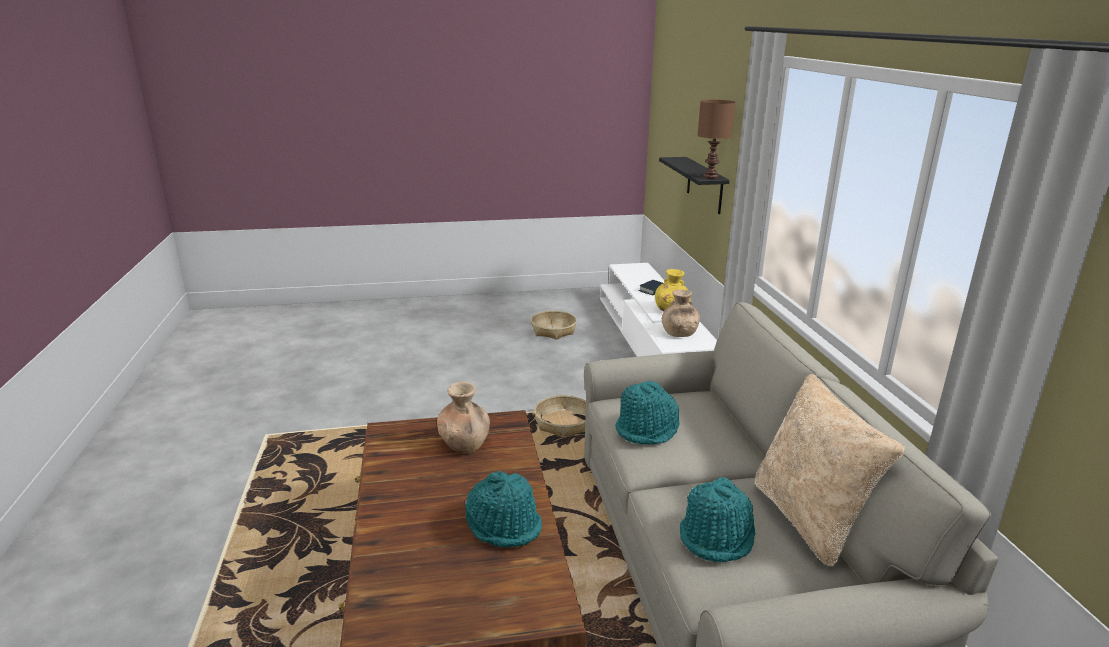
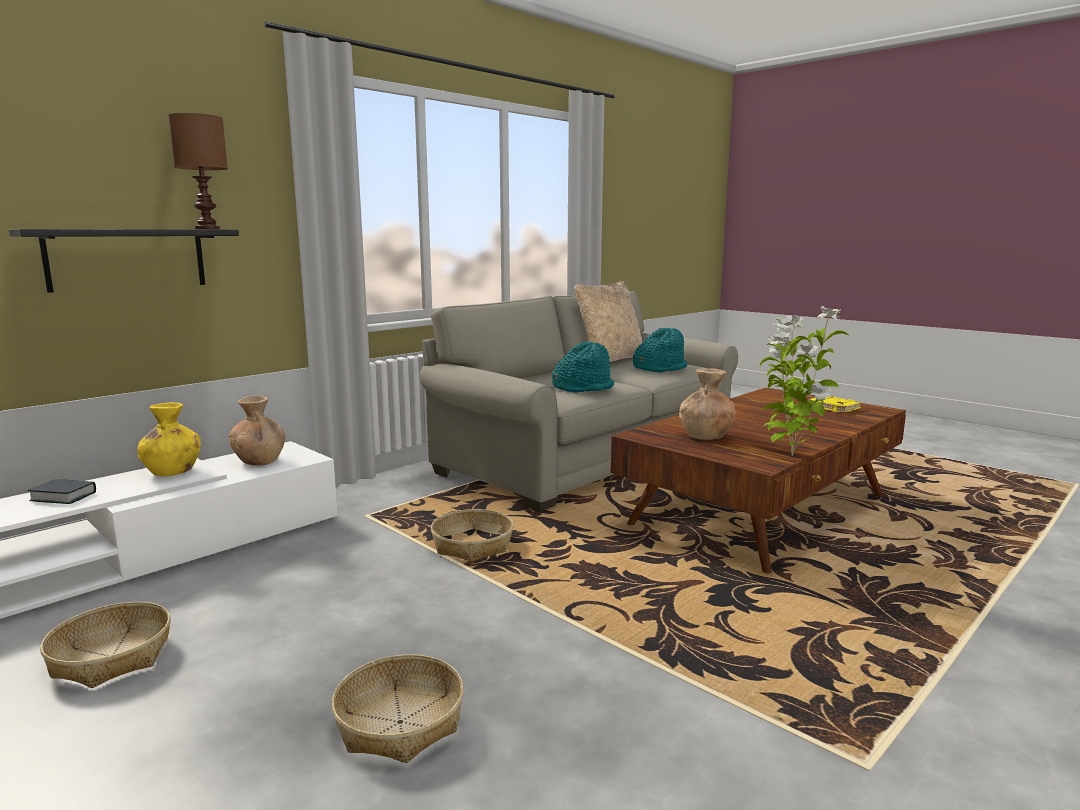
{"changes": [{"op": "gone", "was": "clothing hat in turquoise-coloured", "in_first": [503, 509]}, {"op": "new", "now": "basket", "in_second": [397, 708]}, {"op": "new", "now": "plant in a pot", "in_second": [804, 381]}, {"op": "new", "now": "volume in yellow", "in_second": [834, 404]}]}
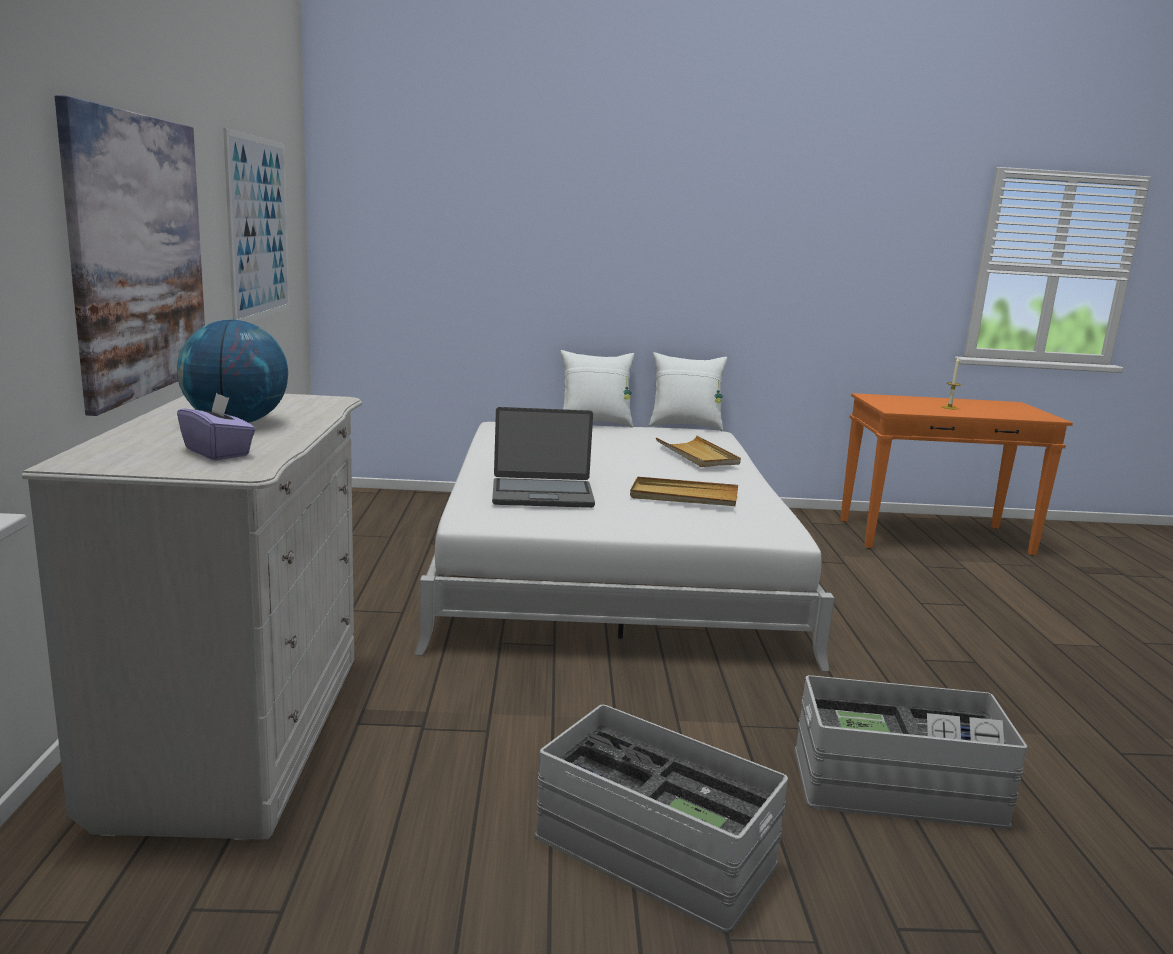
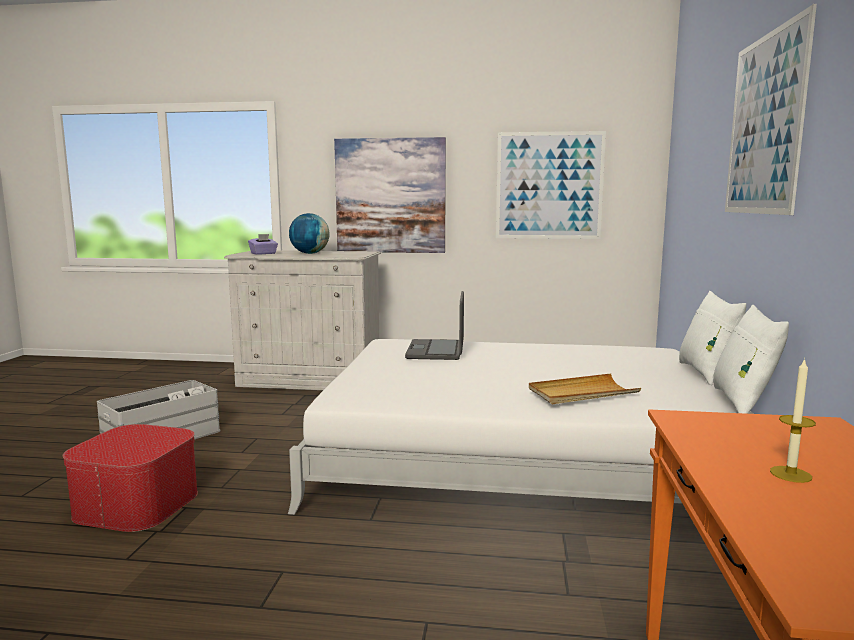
{"changes": [{"op": "gone", "was": "carrying tray in beige-coloured", "in_first": [684, 491]}, {"op": "swapped", "was": "storage container in gray", "now": "ottoman", "in_first": [910, 752], "in_second": [130, 478]}, {"op": "new", "now": "wall picture", "in_second": [771, 109]}]}
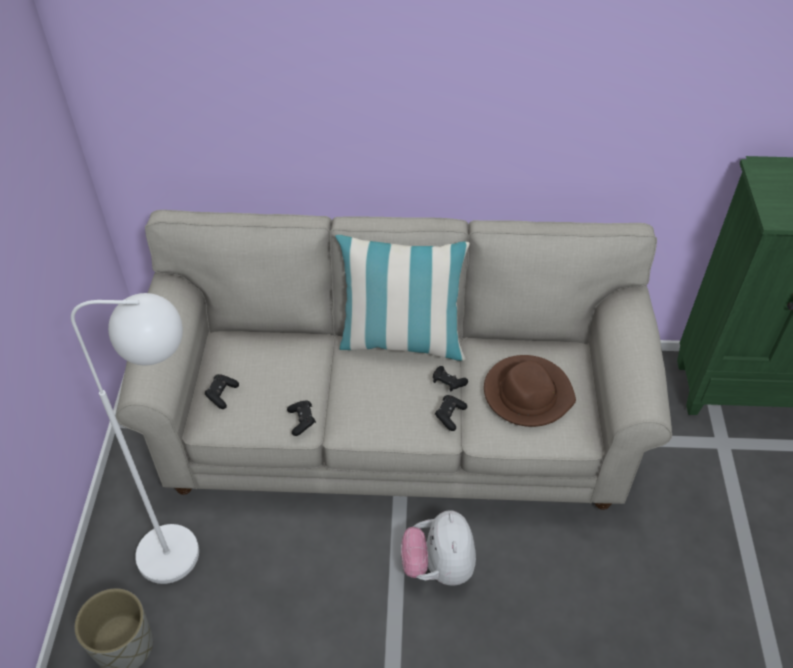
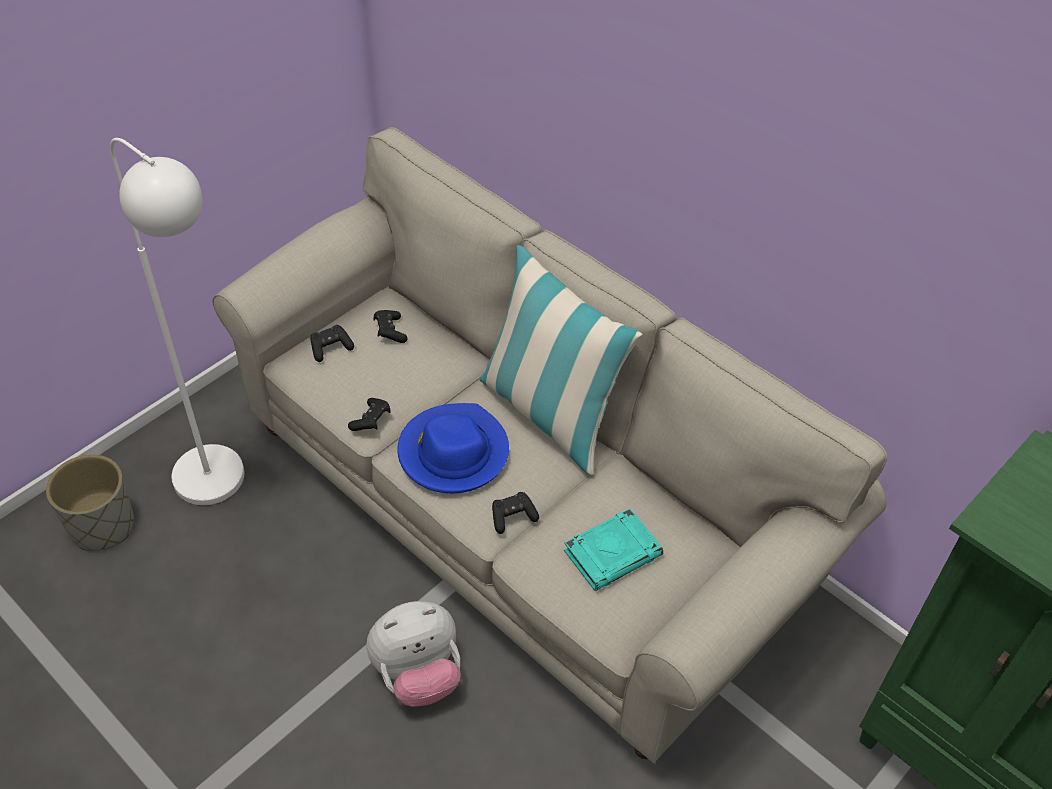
{"changes": [{"op": "rotated", "was": "plush toy", "in_first": [438, 548], "in_second": [413, 654], "clockwise": -150}, {"op": "shifted", "was": "game controller in black-coloured", "in_first": [450, 378], "in_second": [390, 326]}, {"op": "swapped", "was": "clothing hat in brown-coloured", "now": "volume in turquoise-coloured", "in_first": [530, 391], "in_second": [613, 550]}, {"op": "new", "now": "clothing hat in blue-coloured", "in_second": [453, 448]}]}
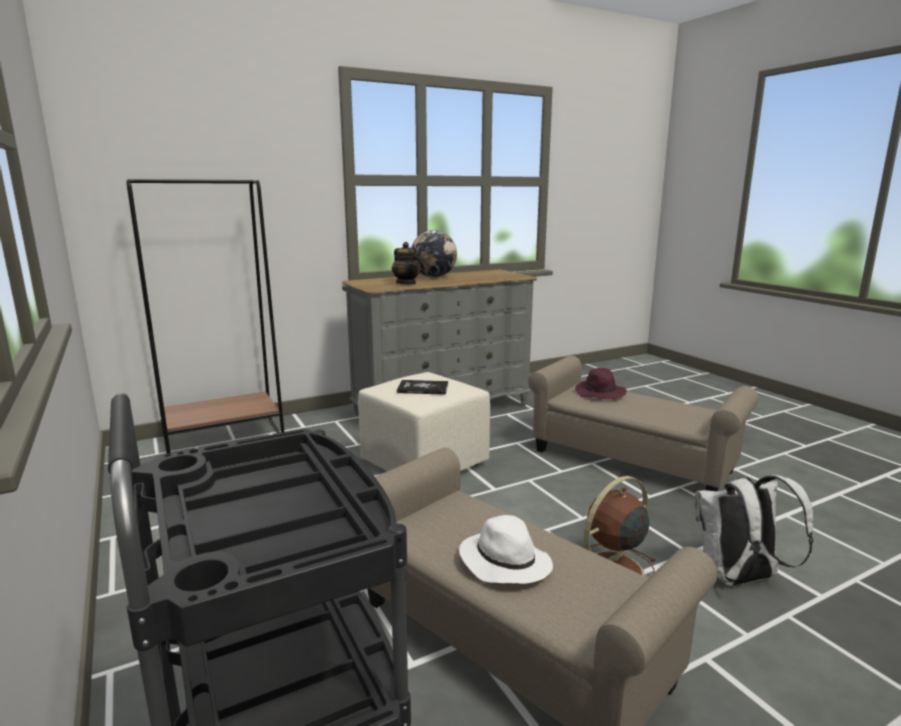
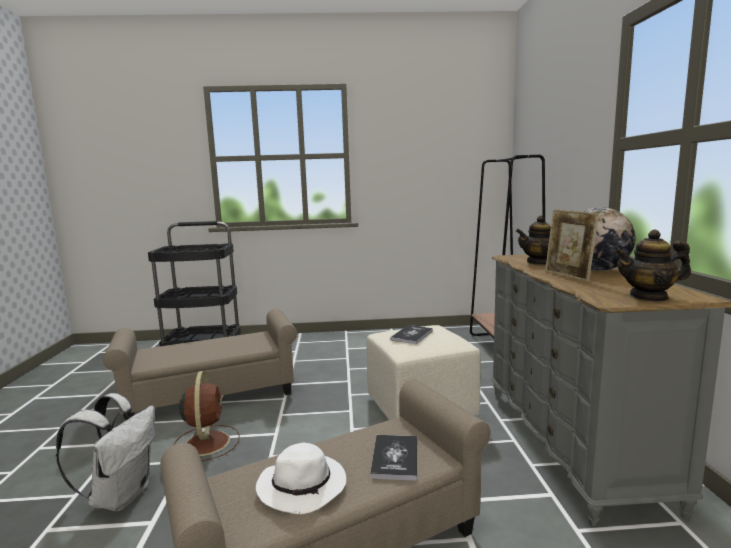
{"changes": [{"op": "shifted", "was": "clothing hat in whitish", "in_first": [506, 549], "in_second": [301, 478]}, {"op": "swapped", "was": "clothing hat in purplish", "now": "volume", "in_first": [601, 383], "in_second": [393, 458]}, {"op": "new", "now": "photo frame", "in_second": [572, 245]}, {"op": "new", "now": "tea pot", "in_second": [652, 265]}]}
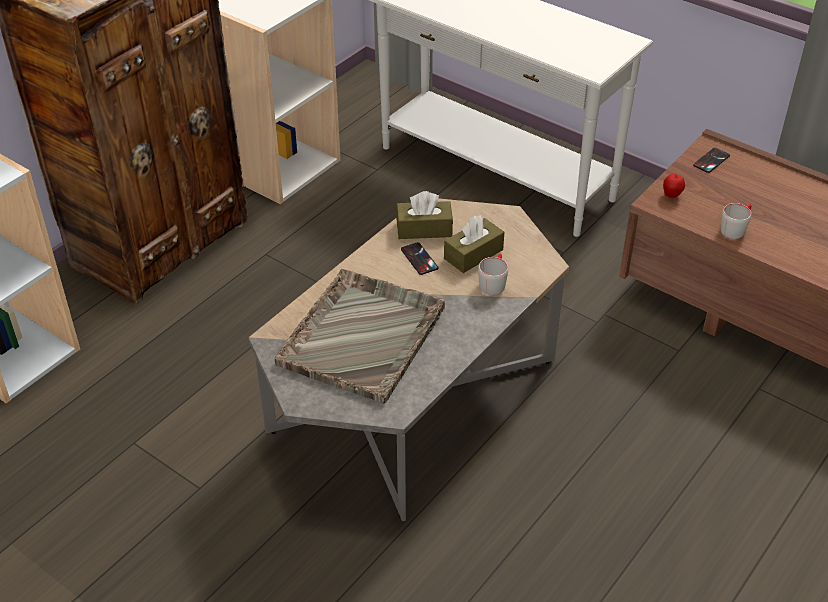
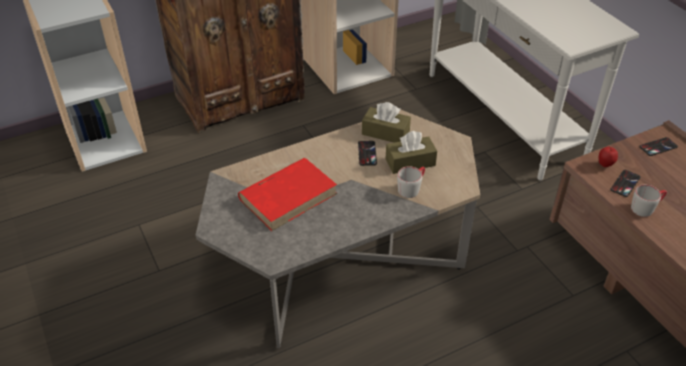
{"changes": [{"op": "swapped", "was": "carrying tray in gray", "now": "volume in red-coloured", "in_first": [360, 336], "in_second": [287, 194]}, {"op": "new", "now": "phone", "in_second": [625, 183]}]}
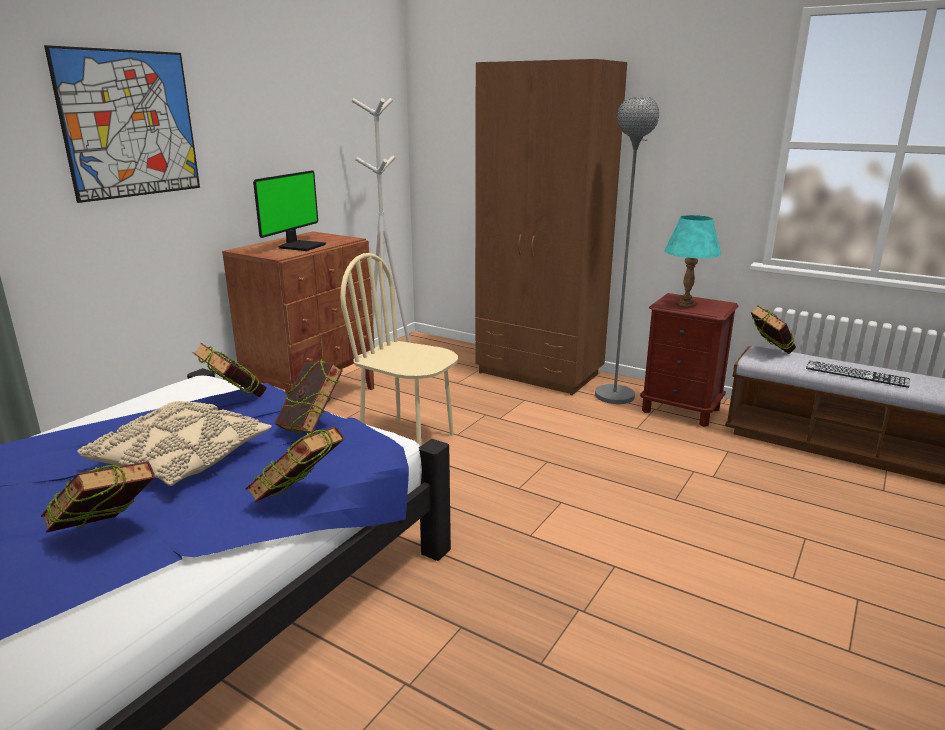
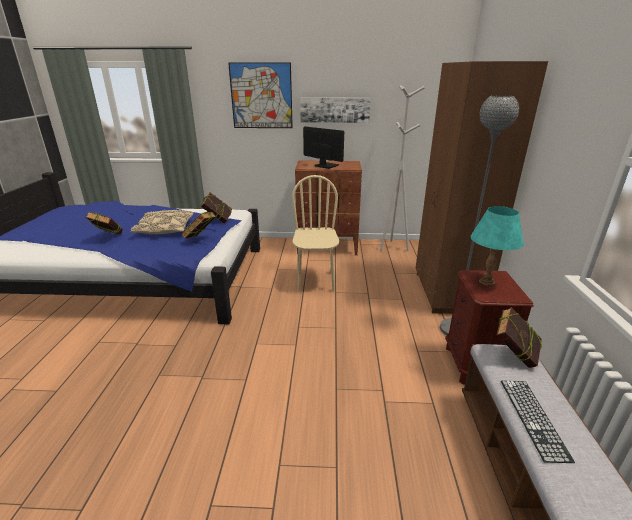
{"changes": [{"op": "gone", "was": "volume", "in_first": [294, 464]}, {"op": "rotated", "was": "computer display", "in_first": [289, 210], "in_second": [323, 147], "clockwise": -135}, {"op": "new", "now": "wall picture", "in_second": [335, 110]}]}
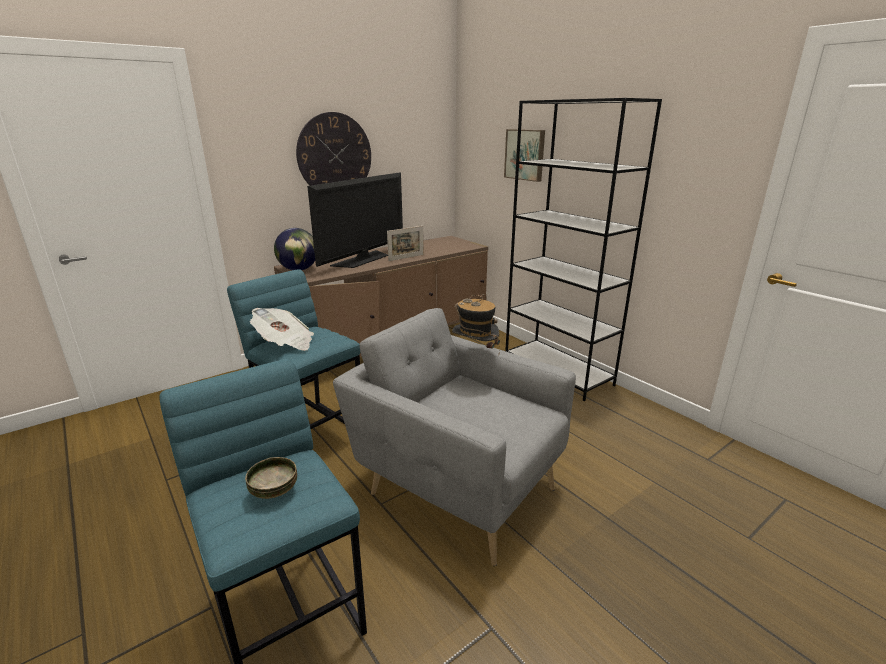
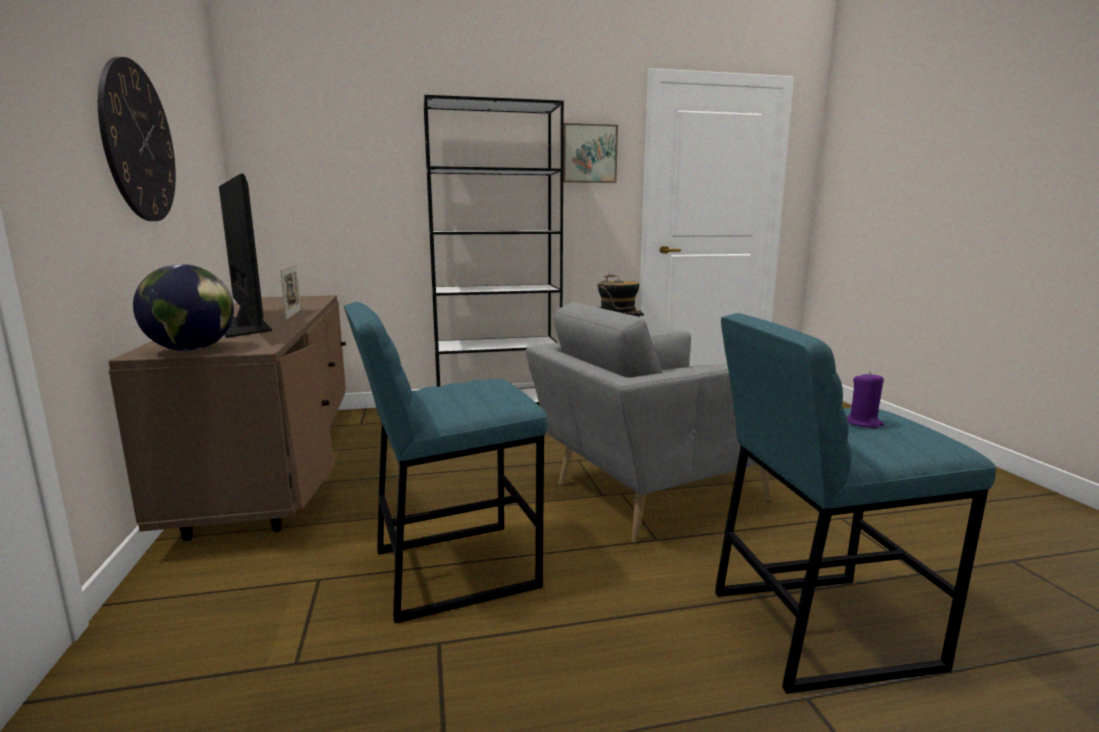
{"changes": [{"op": "swapped", "was": "deep dish", "now": "wax light in purplish", "in_first": [271, 478], "in_second": [865, 400]}, {"op": "gone", "was": "newspaper", "in_first": [282, 329]}, {"op": "shifted", "was": "wall picture", "in_first": [524, 155], "in_second": [590, 153]}]}
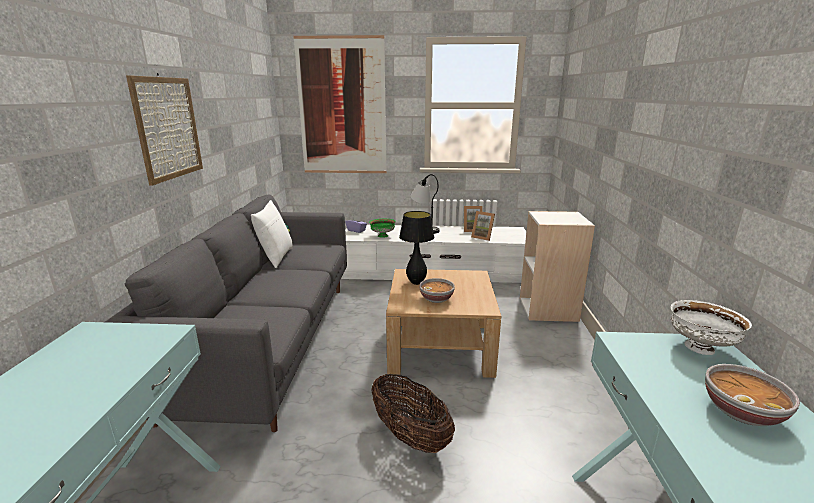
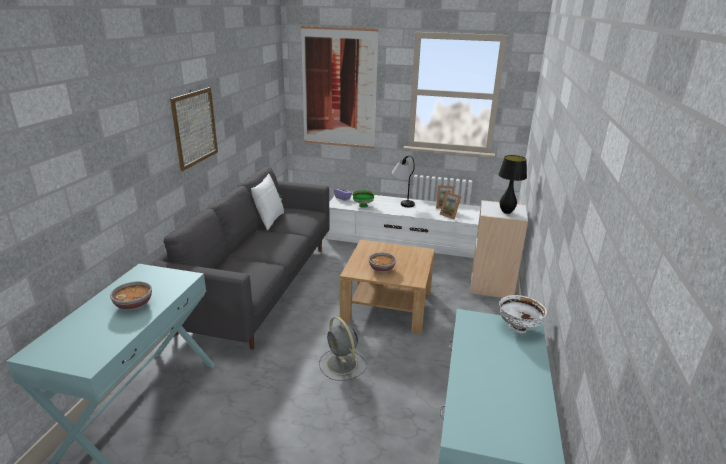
{"changes": [{"op": "swapped", "was": "basket", "now": "electric fan in gray", "in_first": [413, 413], "in_second": [343, 349]}, {"op": "shifted", "was": "tabletop lamp in black-coloured", "in_first": [416, 248], "in_second": [512, 184]}, {"op": "shifted", "was": "deep dish", "in_first": [752, 395], "in_second": [131, 295]}]}
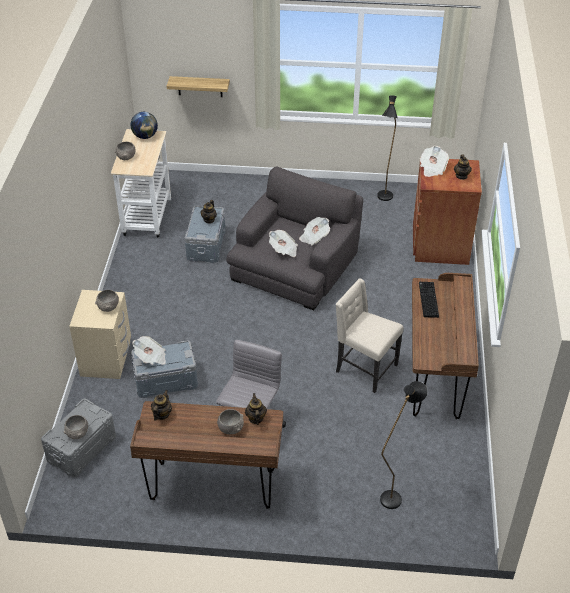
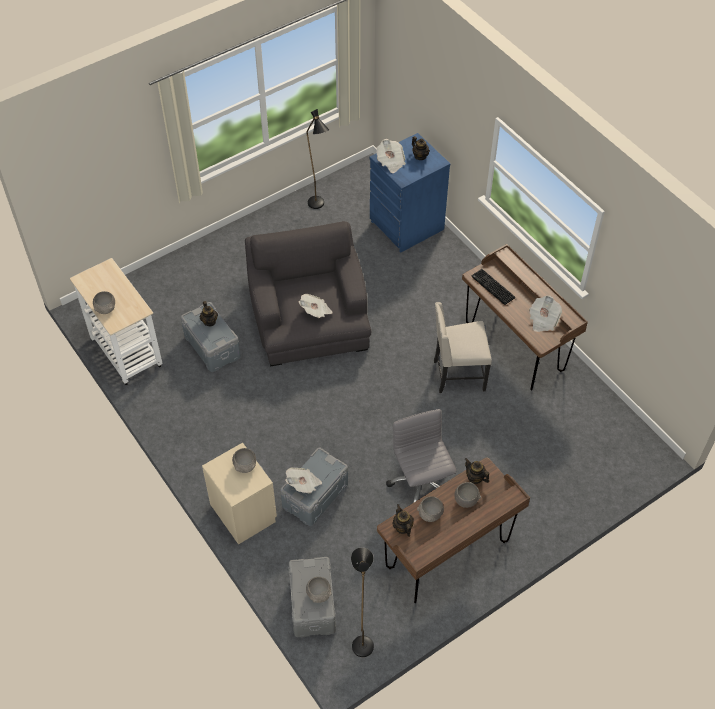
{"changes": [{"op": "gone", "was": "desk globe", "in_first": [144, 125]}, {"op": "gone", "was": "wall shelf", "in_first": [198, 86]}, {"op": "shifted", "was": "newspaper", "in_first": [314, 231], "in_second": [545, 313]}, {"op": "shifted", "was": "standard lamp in black-coloured", "in_first": [404, 445], "in_second": [362, 602]}, {"op": "repainted", "was": "chest of drawers in brown-coloured", "now": "chest of drawers in blue-coloured", "in_first": [447, 212], "in_second": [409, 192]}, {"op": "new", "now": "deep dish in gray", "in_second": [430, 509]}]}
